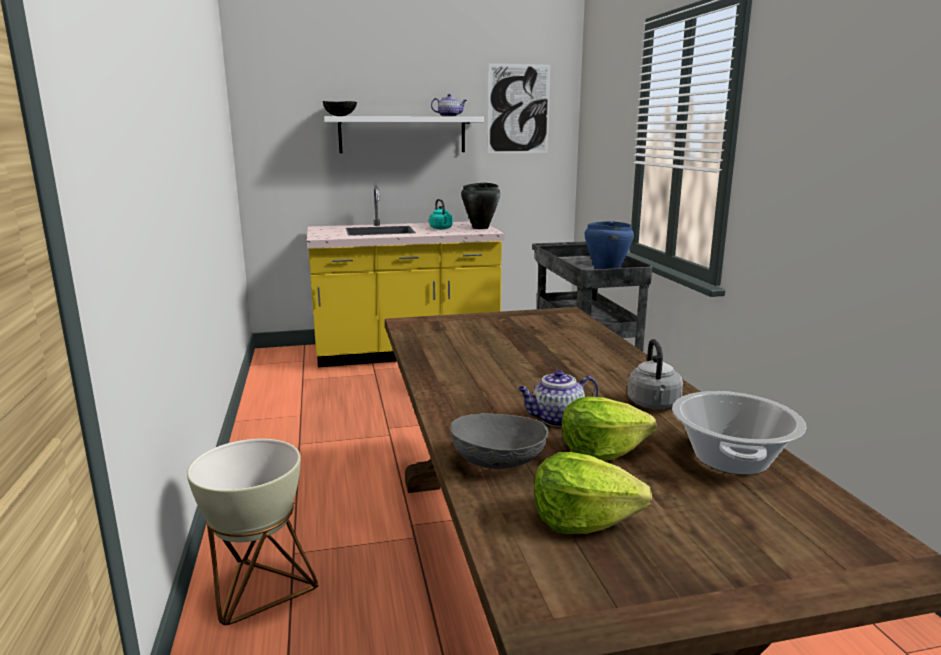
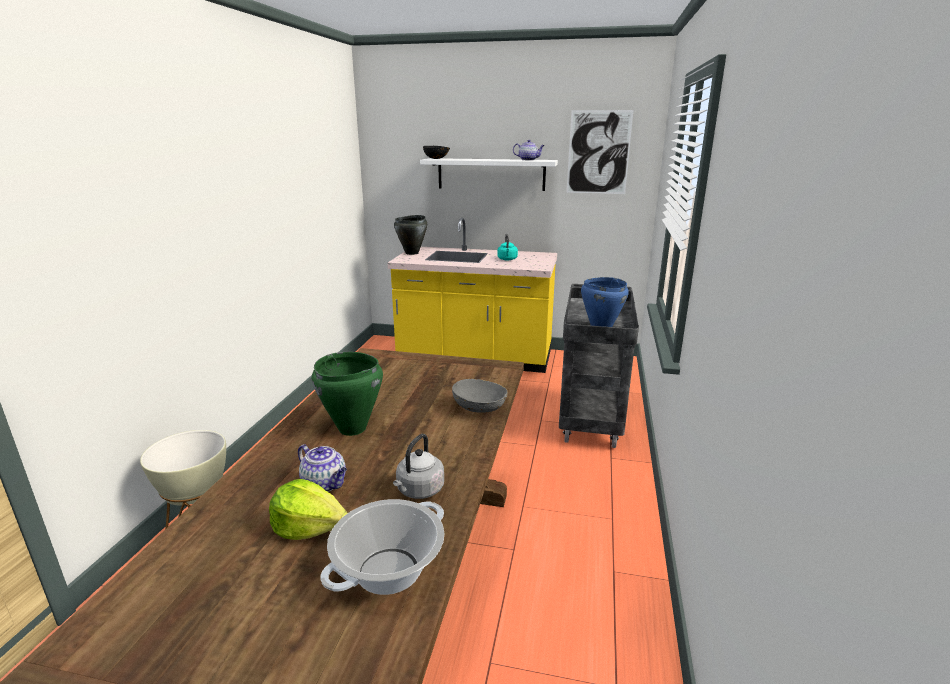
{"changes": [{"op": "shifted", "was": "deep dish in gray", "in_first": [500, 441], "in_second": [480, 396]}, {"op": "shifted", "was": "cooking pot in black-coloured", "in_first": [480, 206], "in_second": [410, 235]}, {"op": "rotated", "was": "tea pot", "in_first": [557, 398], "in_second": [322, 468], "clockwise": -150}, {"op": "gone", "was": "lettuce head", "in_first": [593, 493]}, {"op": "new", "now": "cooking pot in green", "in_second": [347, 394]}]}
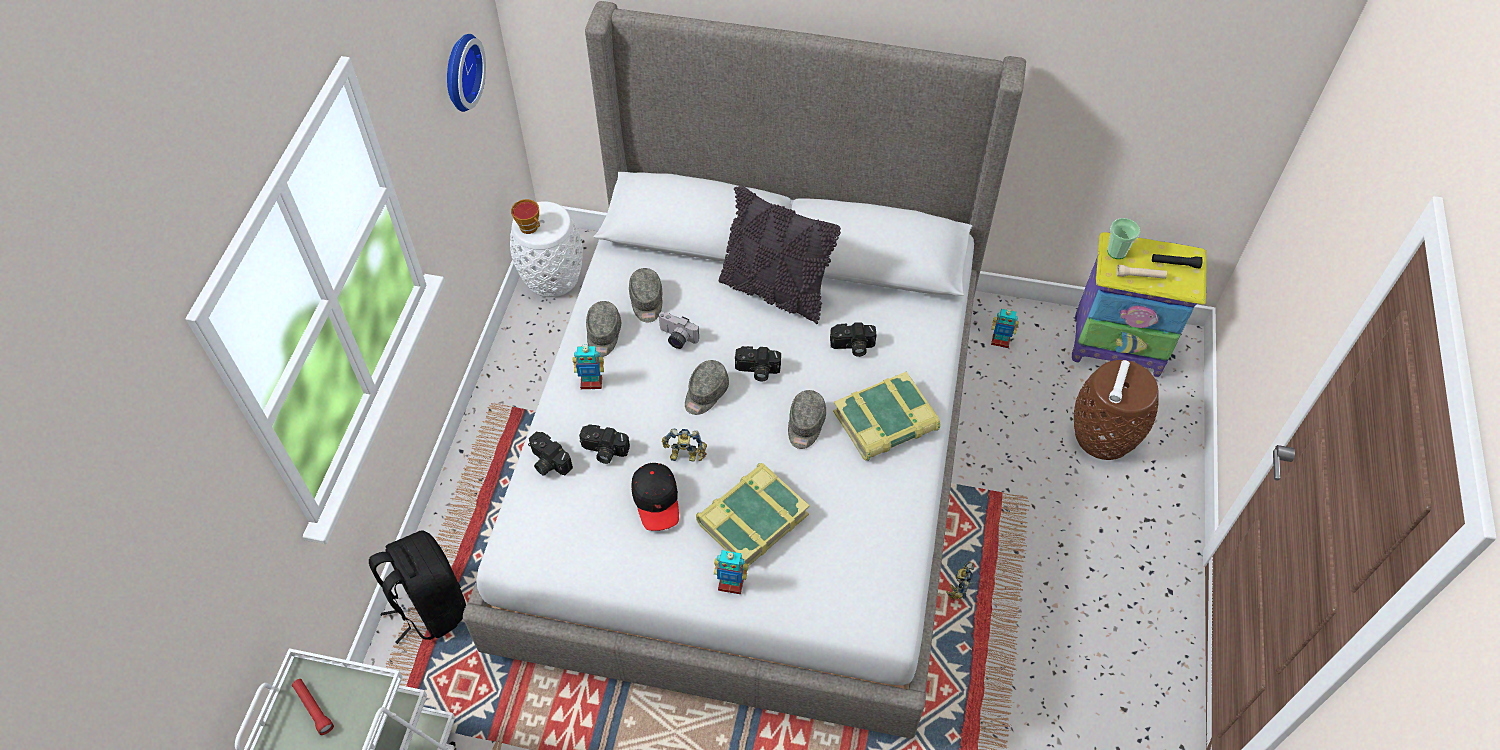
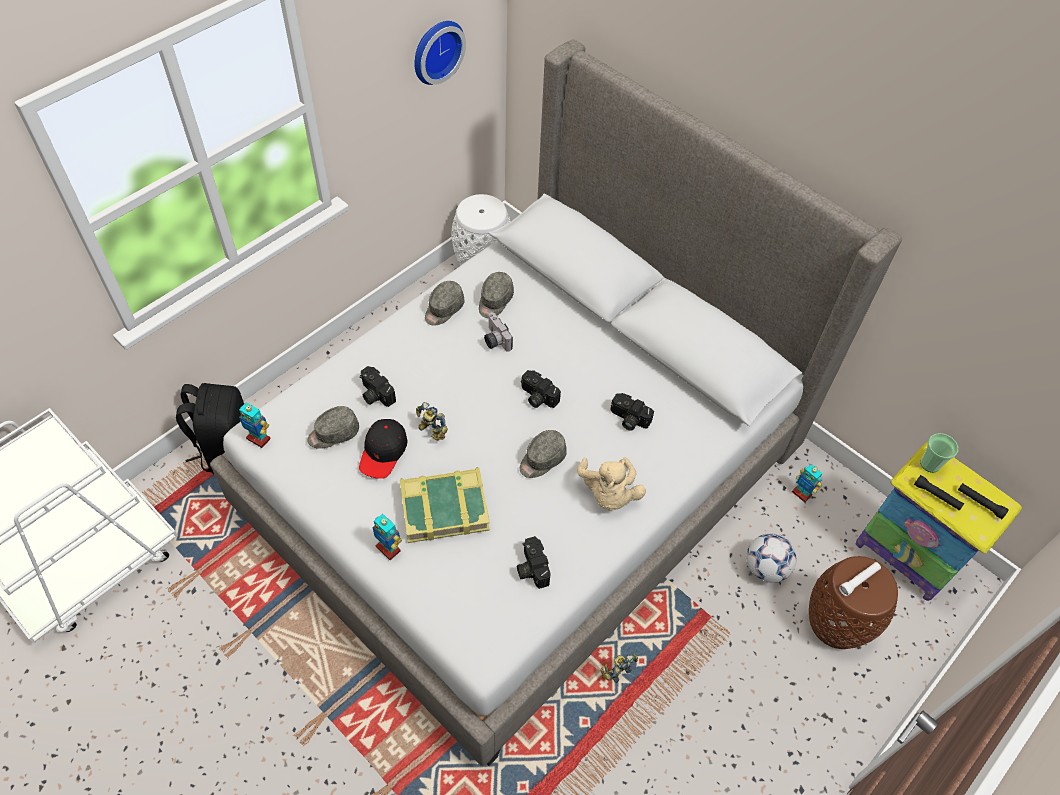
{"changes": [{"op": "gone", "was": "flashlight in red-coloured", "in_first": [313, 707]}, {"op": "gone", "was": "cup", "in_first": [525, 216]}, {"op": "shifted", "was": "still camera", "in_first": [550, 454], "in_second": [534, 562]}, {"op": "shifted", "was": "toy robot", "in_first": [588, 366], "in_second": [255, 425]}, {"op": "shifted", "was": "peaked cap in gray", "in_first": [707, 387], "in_second": [333, 427]}, {"op": "gone", "was": "pillow in black-coloured", "in_first": [779, 254]}, {"op": "swapped", "was": "volume", "now": "plush toy in beige-coloured", "in_first": [886, 416], "in_second": [611, 483]}, {"op": "repainted", "was": "flashlight in beige-coloured", "now": "flashlight in black-coloured", "in_first": [1141, 272], "in_second": [939, 493]}, {"op": "new", "now": "football ball", "in_second": [771, 558]}]}
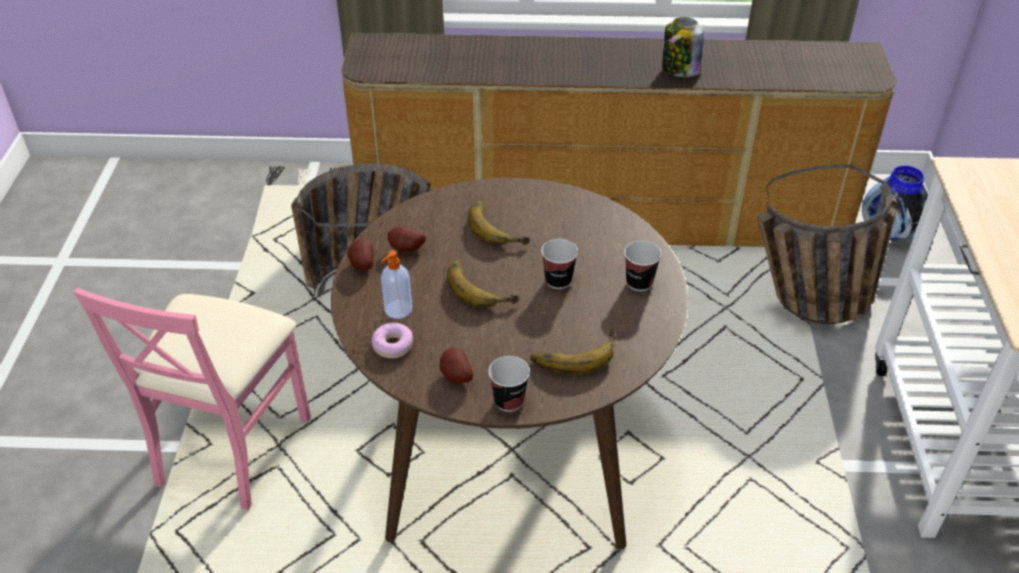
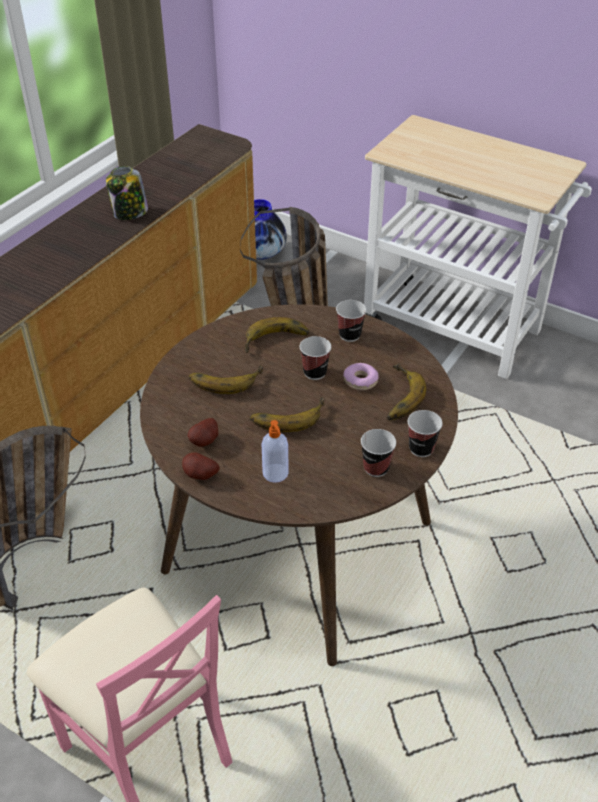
{"changes": [{"op": "shifted", "was": "donut", "in_first": [392, 340], "in_second": [360, 376]}, {"op": "swapped", "was": "whole potato", "now": "cup", "in_first": [456, 365], "in_second": [378, 453]}, {"op": "new", "now": "whole banana", "in_second": [276, 335]}]}
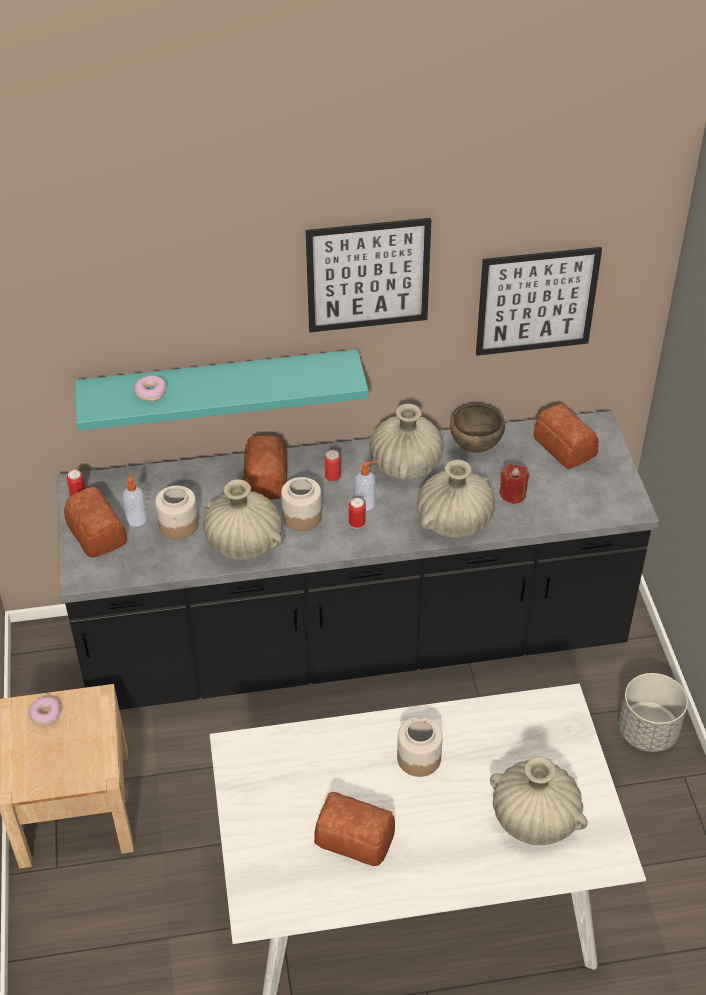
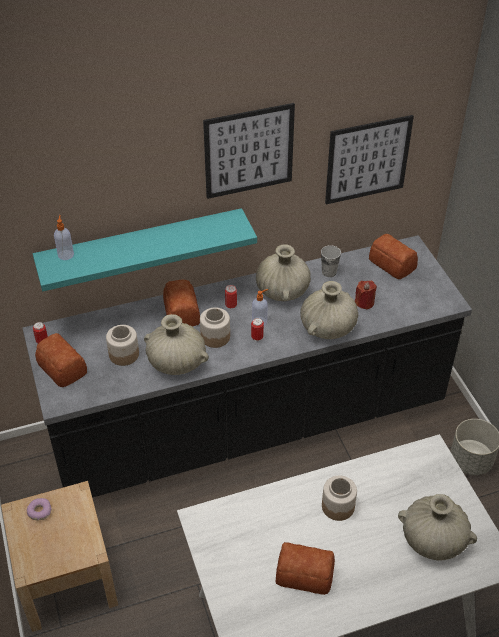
{"changes": [{"op": "shifted", "was": "liquid soap bottle", "in_first": [135, 499], "in_second": [64, 237]}, {"op": "gone", "was": "donut", "in_first": [150, 388]}, {"op": "swapped", "was": "deep dish in brown-coloured", "now": "cup", "in_first": [477, 428], "in_second": [331, 261]}]}
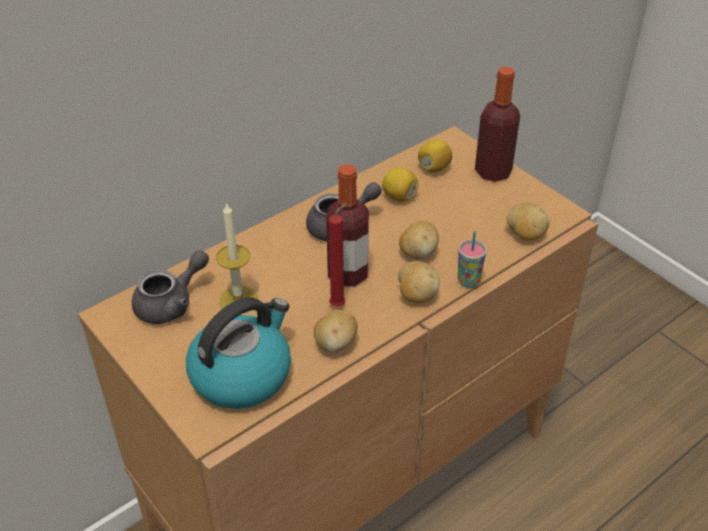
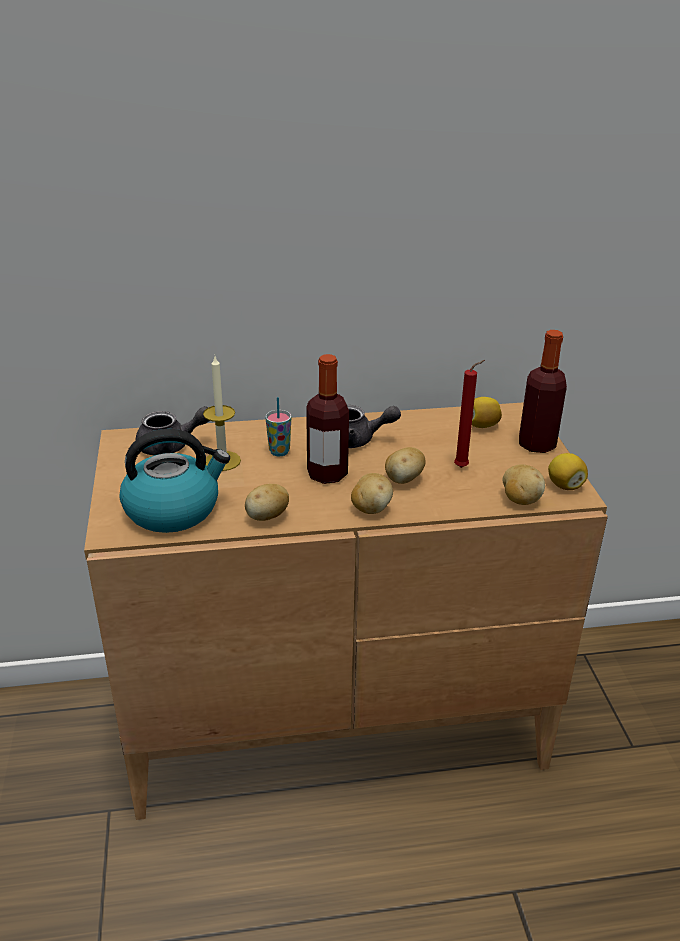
{"changes": [{"op": "shifted", "was": "wax light in red-coloured", "in_first": [338, 254], "in_second": [469, 414]}, {"op": "shifted", "was": "lemon", "in_first": [400, 185], "in_second": [568, 471]}, {"op": "shifted", "was": "cup", "in_first": [472, 259], "in_second": [278, 426]}]}
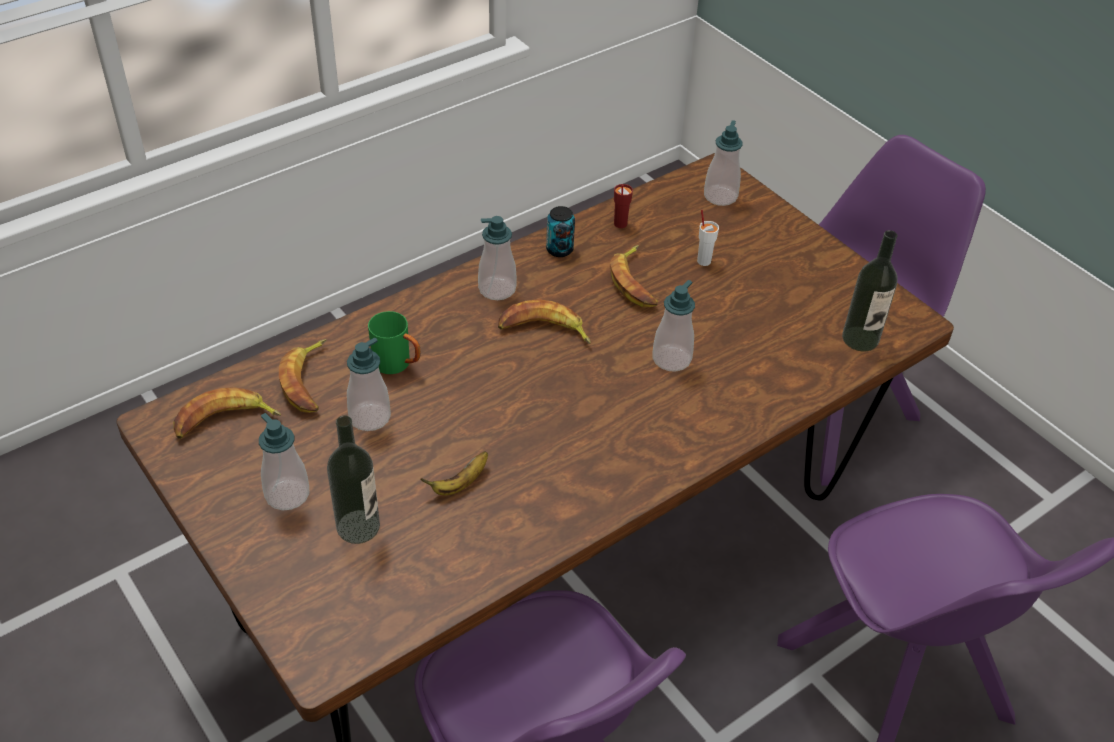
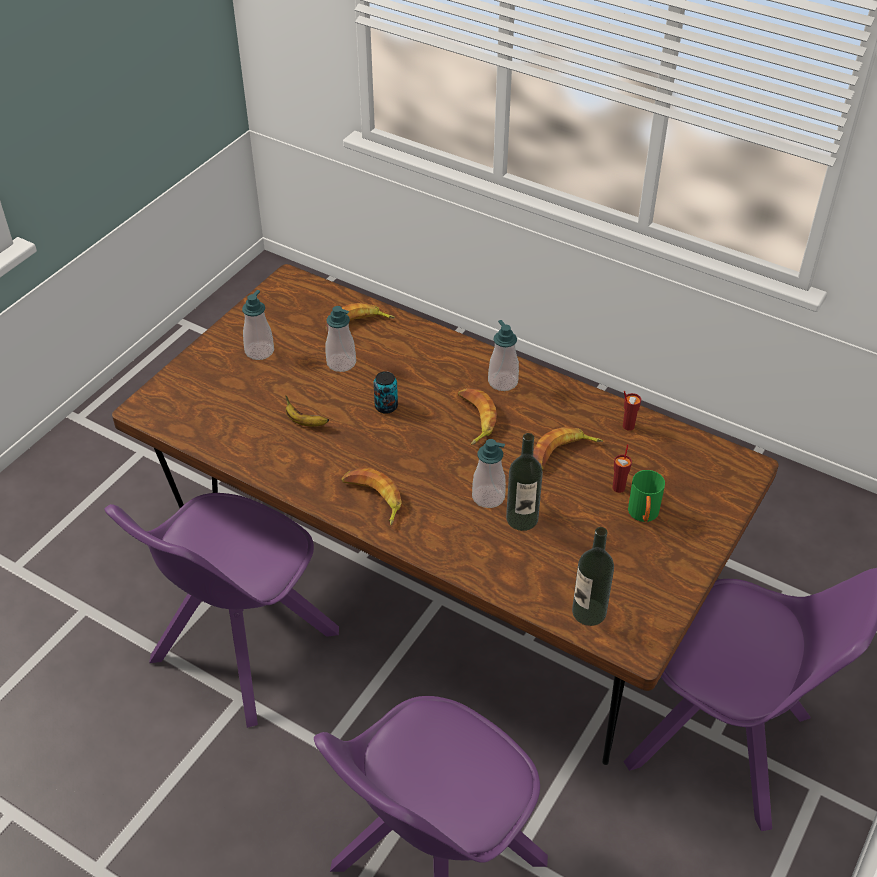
{"changes": [{"op": "shifted", "was": "whole banana", "in_first": [227, 413], "in_second": [371, 497]}, {"op": "shifted", "was": "beverage bottle", "in_first": [353, 479], "in_second": [524, 482]}, {"op": "shifted", "was": "coffee mug in green", "in_first": [394, 342], "in_second": [646, 496]}, {"op": "shifted", "was": "metal can", "in_first": [560, 231], "in_second": [385, 392]}, {"op": "repainted", "was": "cup in whitish", "now": "cup in red-coloured", "in_first": [708, 238], "in_second": [622, 468]}, {"op": "gone", "was": "liquid soap bottle", "in_first": [723, 163]}]}
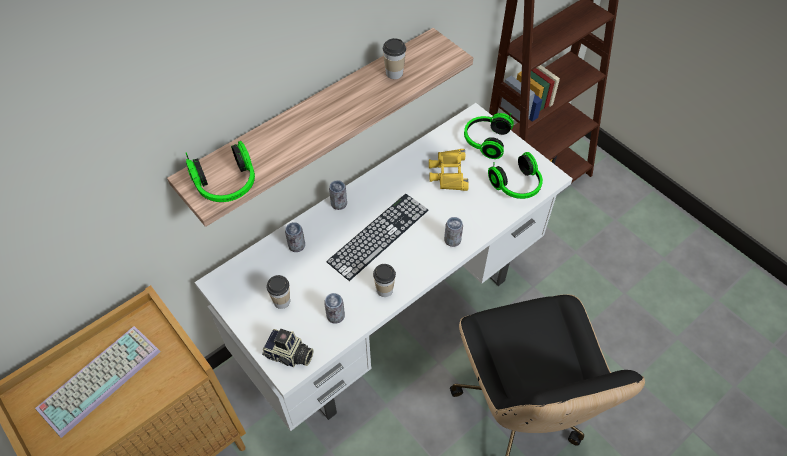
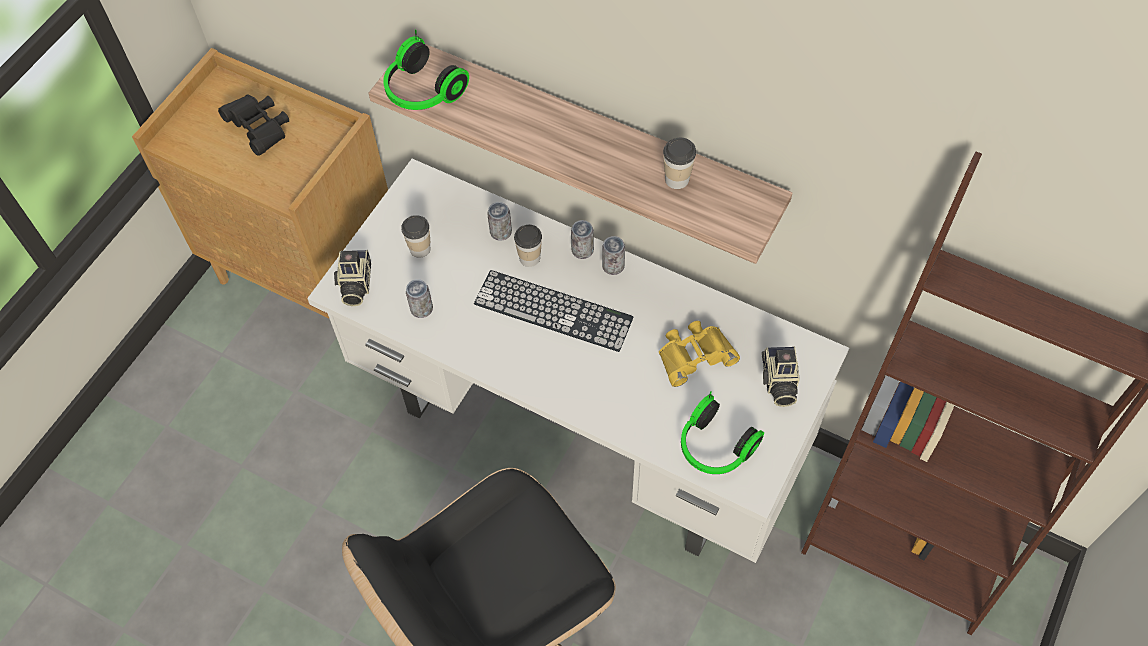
{"changes": [{"op": "swapped", "was": "computer keyboard", "now": "field glasses in black-coloured", "in_first": [98, 382], "in_second": [253, 125]}, {"op": "shifted", "was": "cup", "in_first": [384, 280], "in_second": [528, 246]}, {"op": "shifted", "was": "metal can", "in_first": [453, 232], "in_second": [613, 255]}, {"op": "swapped", "was": "pair of headphones", "now": "still camera", "in_first": [489, 136], "in_second": [781, 376]}]}
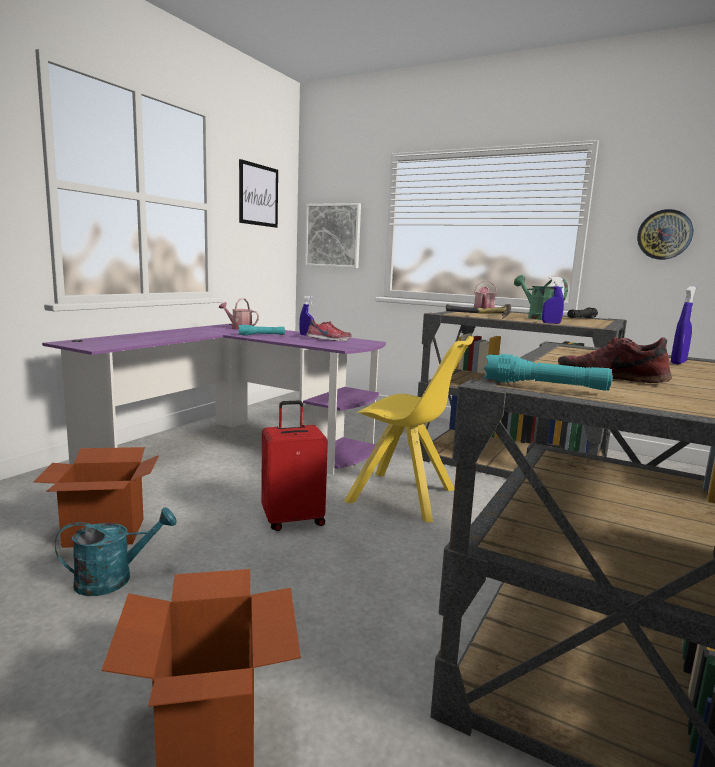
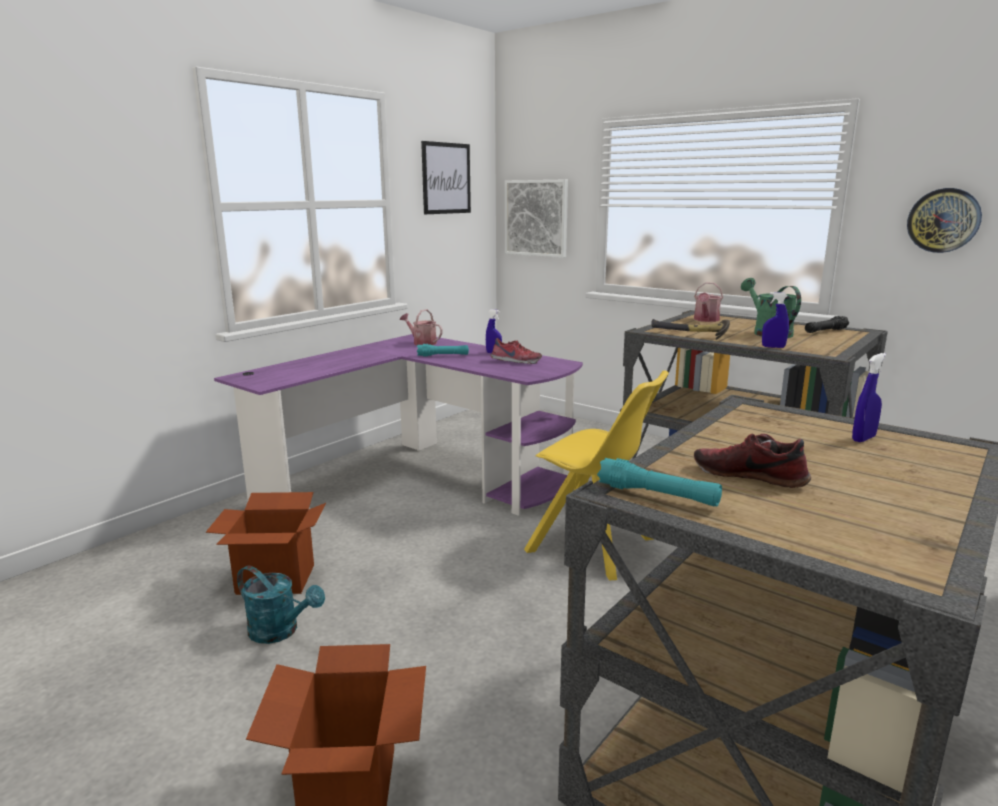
{"changes": [{"op": "rotated", "was": "watering can in turquoise-coloured", "in_first": [116, 551], "in_second": [281, 605], "clockwise": 45}, {"op": "gone", "was": "suitcase in red-coloured", "in_first": [294, 466]}]}
